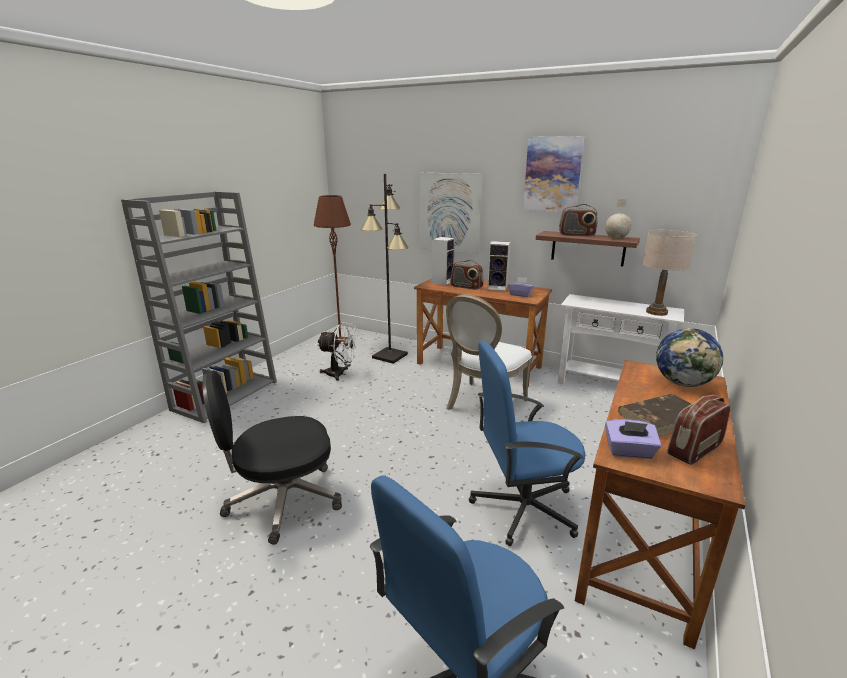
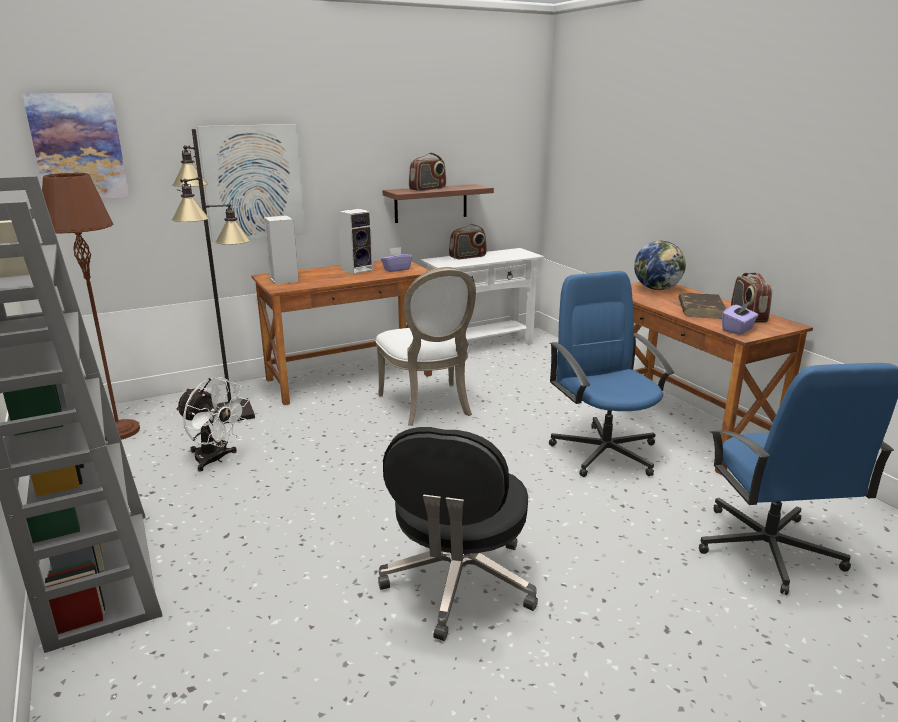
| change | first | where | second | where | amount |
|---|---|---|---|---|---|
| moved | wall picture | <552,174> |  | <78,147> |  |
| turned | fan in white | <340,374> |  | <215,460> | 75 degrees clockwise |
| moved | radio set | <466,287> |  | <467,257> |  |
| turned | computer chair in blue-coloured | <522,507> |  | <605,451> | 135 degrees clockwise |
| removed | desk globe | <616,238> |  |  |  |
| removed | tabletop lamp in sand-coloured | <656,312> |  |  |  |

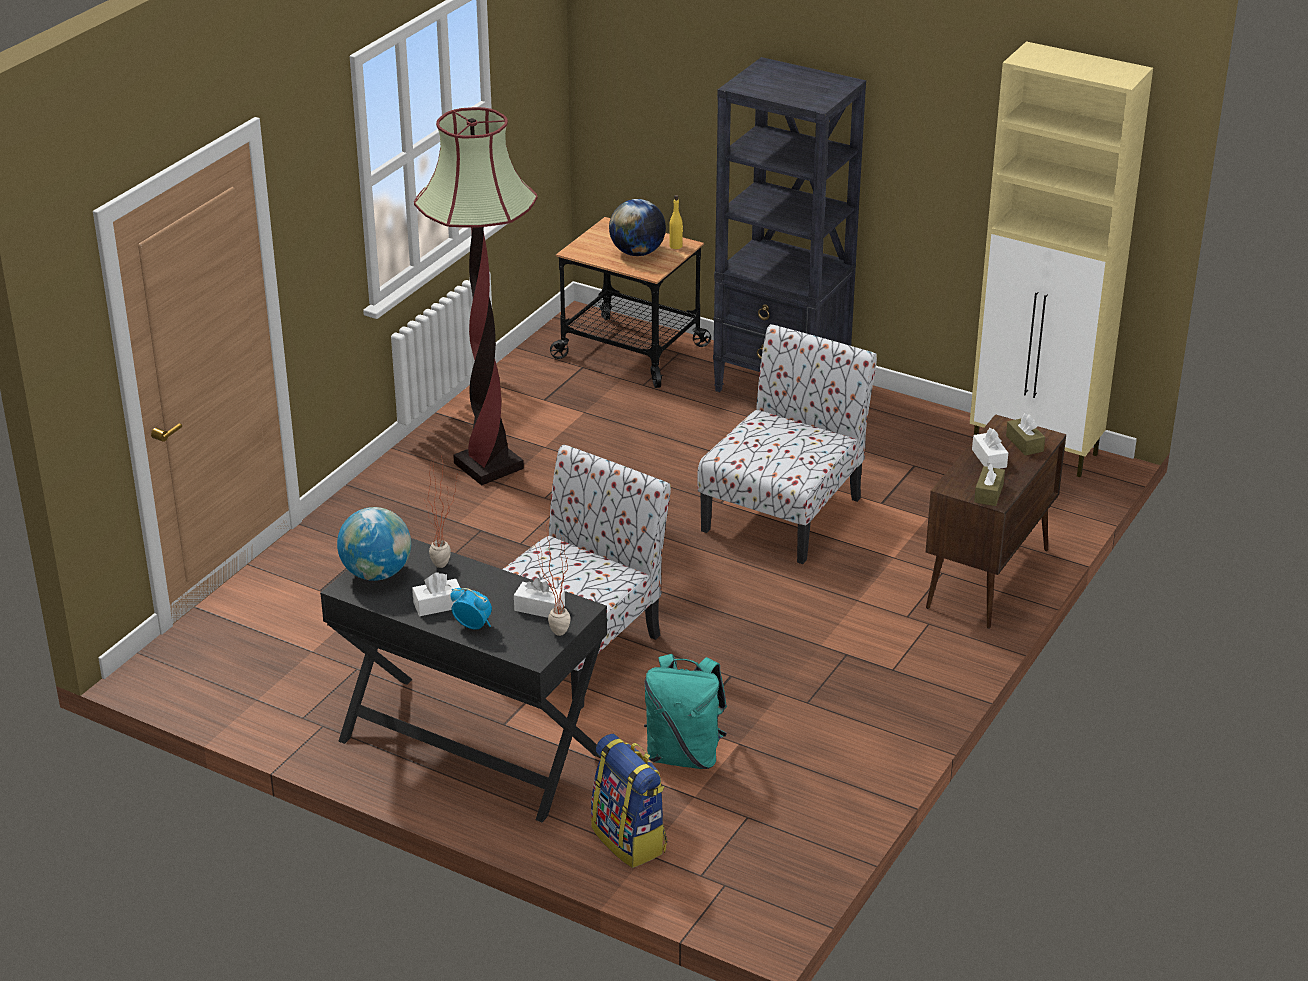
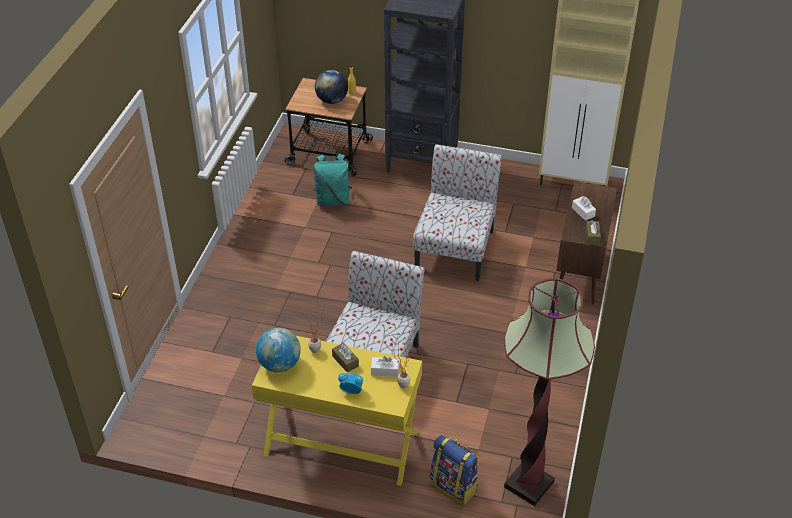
| change | first | where | second | where | amount |
|---|---|---|---|---|---|
| recoloured | desk table in blackish | <470,747> | desk table in yellow-coloured | <341,443> |  |
| moved | knapsack in blue-green | <684,754> |  | <333,200> |  |
| moved | box of tissues in brown-coloured | <1024,443> |  | <345,361> |  |
| moved | standard lamp | <488,466> |  | <528,484> |  |
| removed | box of tissues in white | <438,605> |  |  |  |

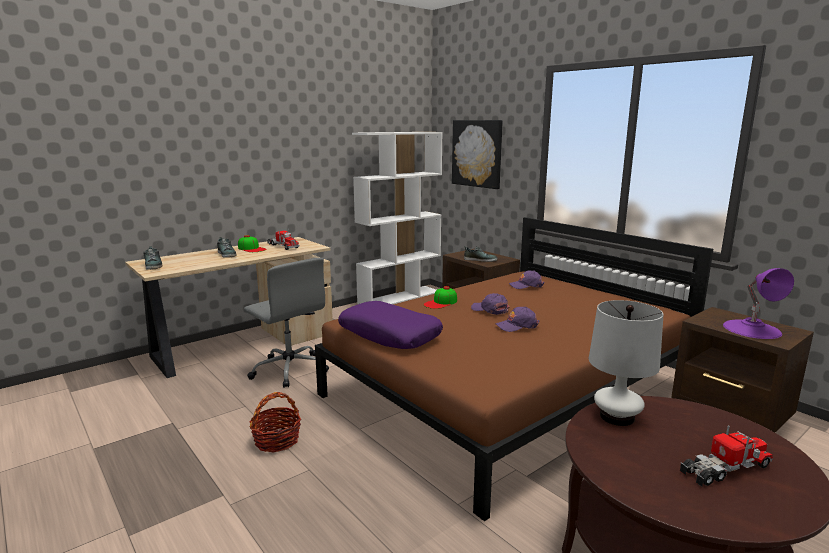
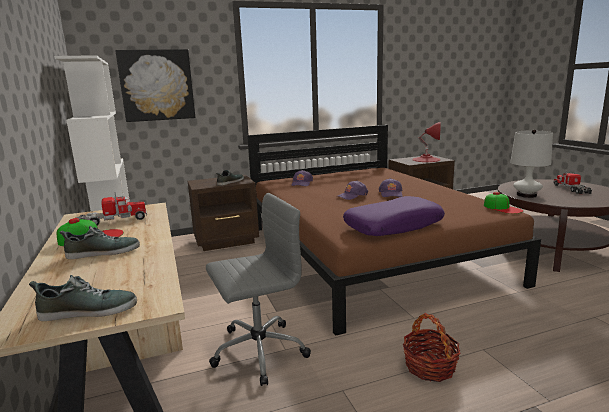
| change | first | where | second | where | amount |
|---|---|---|---|---|---|
| recoloured | tabletop lamp in purple | <752,329> | tabletop lamp in reddish | <426,159> |  |
| moved | baseball cap | <441,302> |  | <502,208> |  |

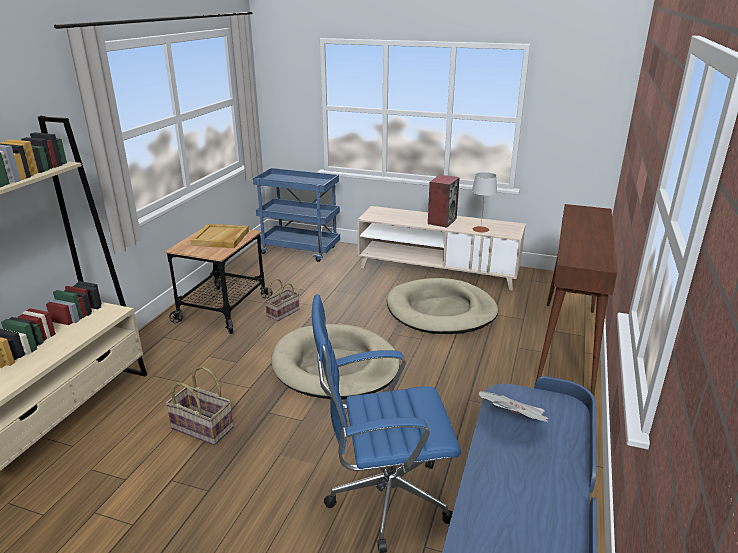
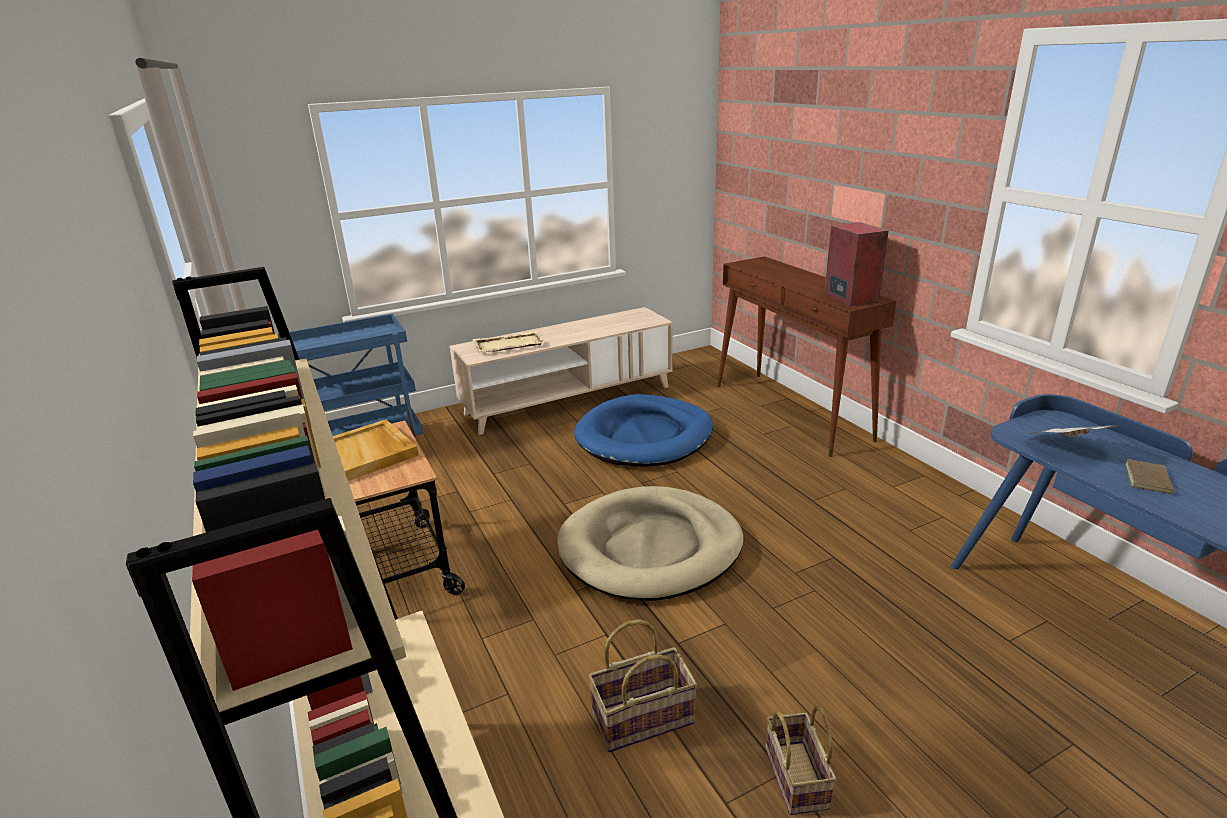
| change | first | where | second | where | amount |
|---|---|---|---|---|---|
| added |  |  | tray in sand-coloured | <508,344> |  |
| recoloured | dog bed in sand-coloured | <441,311> | dog bed in blue-coloured | <644,436> |  |
| moved | storage basket | <283,312> |  | <794,776> |  |
| moved | loudspeaker | <442,221> |  | <849,297> |  |
| added |  |  | book in brown-coloured | <1150,480> |  |
| removed | computer chair in blue-coloured | <383,499> |  |  |  |
| removed | tabletop lamp in grey | <480,229> |  |  |  |

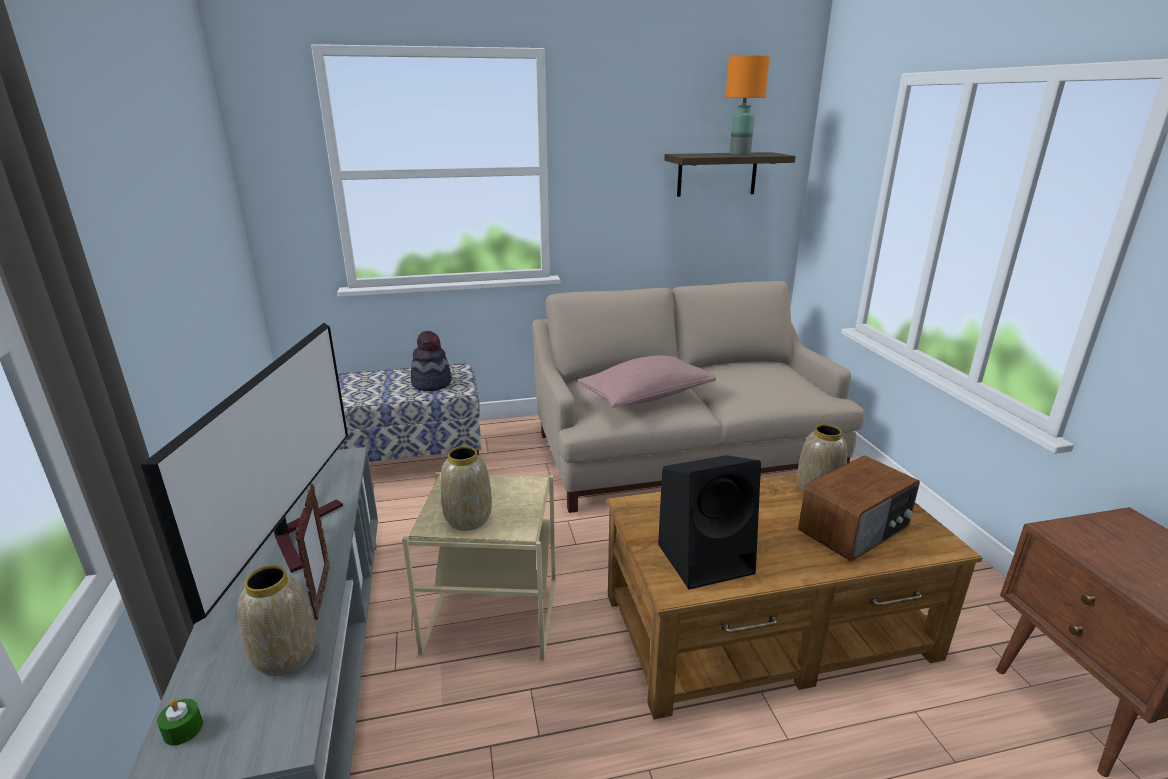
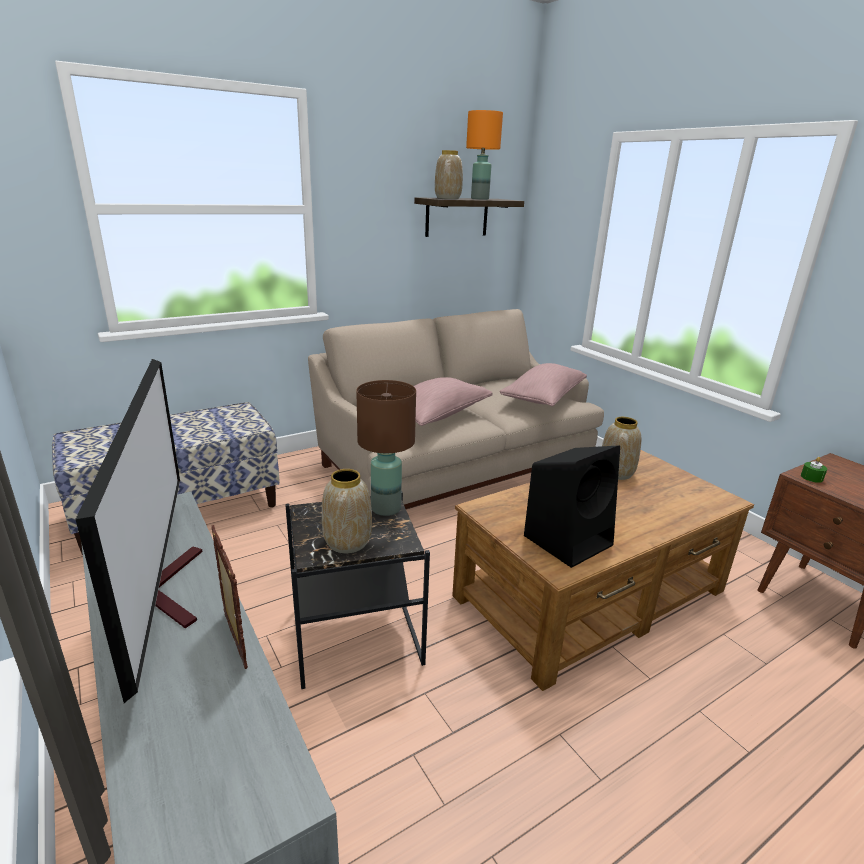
| change | first | where | second | where | amount |
|---|---|---|---|---|---|
| recoloured | side table in sand-coloured | <491,615> | side table in blackish | <354,636> |  |
| added |  |  | tabletop lamp in brown-coloured | <385,508> |  |
| moved | flower vase | <284,656> |  | <447,198> |  |
| added |  |  | cushion in pink-coloured | <543,398> |  |
| moved | wax candle in greenish | <183,729> |  | <811,477> |  |
| removed | wearable hat | <432,383> |  |  |  |
| removed | radio set | <855,529> |  |  |  |

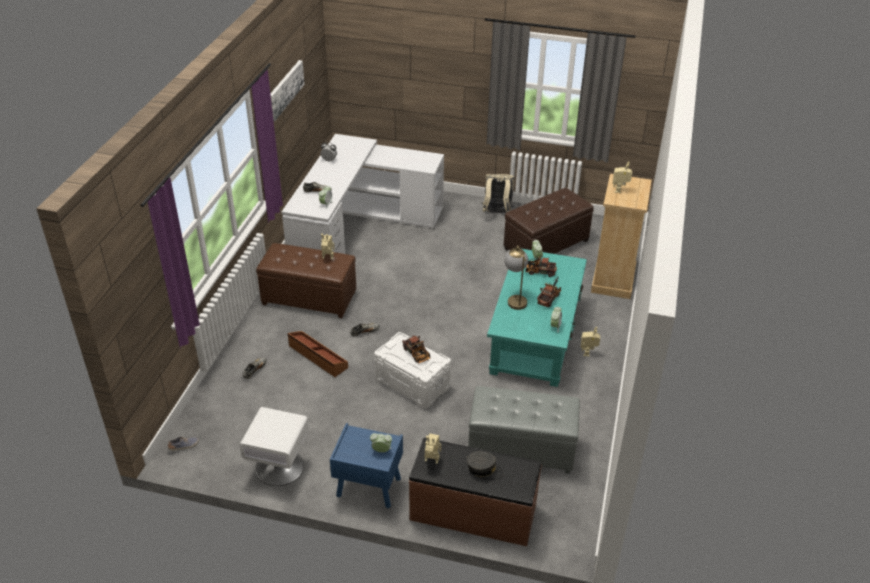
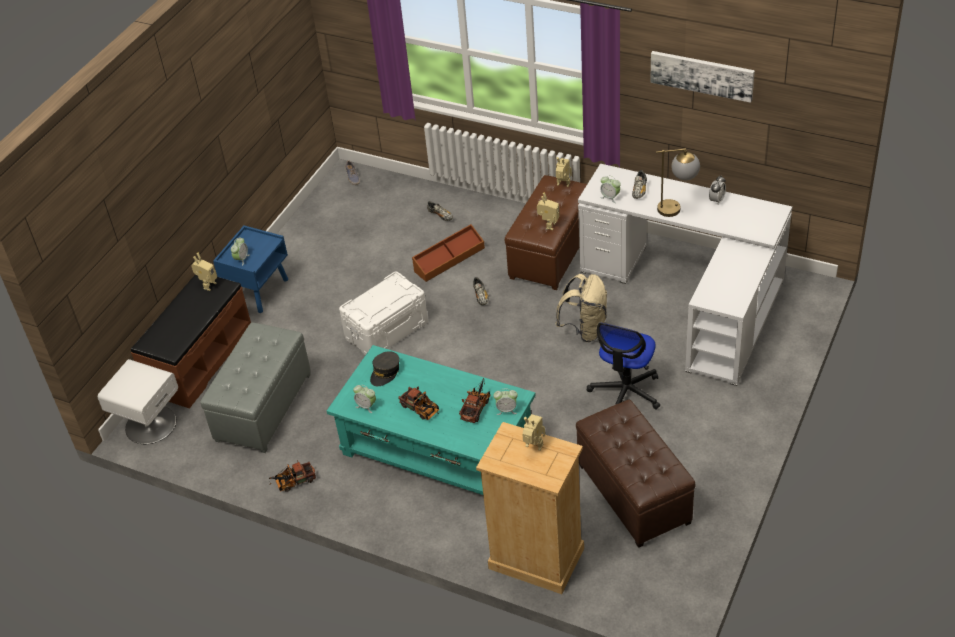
| change | first | where | second | where | amount |
|---|---|---|---|---|---|
| moved | bedside table in white | <279,467> |  | <150,424> |  |
| moved | toy lorry | <417,355> |  | <293,482> |  |
| moved | baseball cap in grey | <484,469> |  | <385,373> |  |
| moved | toy robot | <588,353> |  | <562,185> |  |
| moved | knapsack in sand-coloured | <496,213> |  | <585,329> |  |
| added |  |  | computer chair | <625,392> |  |
| moved | tabletop lamp | <514,299> |  | <677,208> |  |

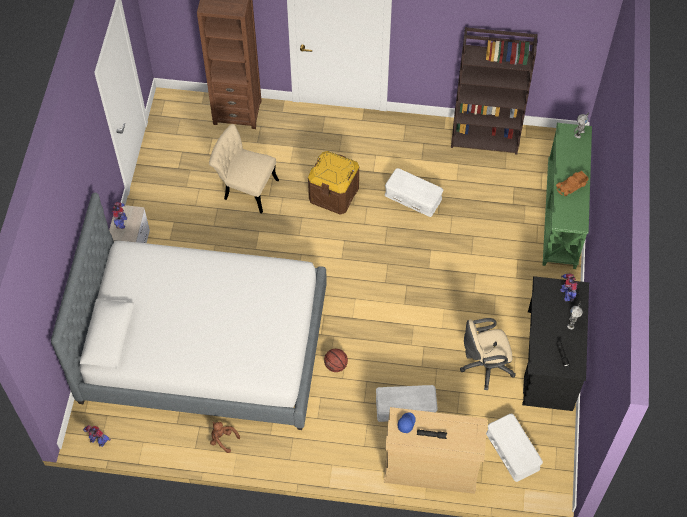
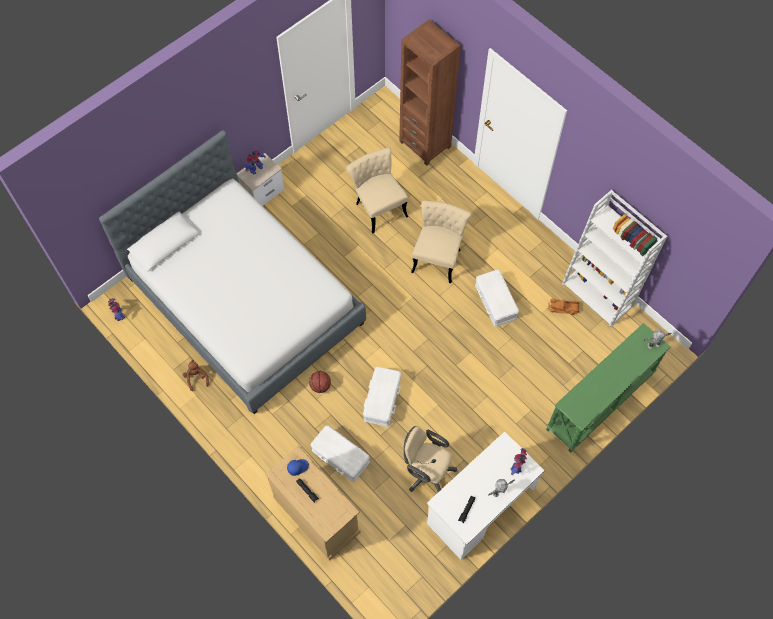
| change | first | where | second | where | amount |
|---|---|---|---|---|---|
| moved | storage box in white | <513,451> |  | <382,399> |  |
| replaced | storage box in brown-coloured | <334,194> | plain chair in sand-coloured | <438,256> |  |
| recoloured | desk table in blackish | <549,360> | desk table in white | <480,507> |  |
| moved | toy lorry | <572,186> |  | <563,308> |  |
| recoloured | bookshelf in brown-coloured | <485,136> | bookshelf in white | <598,294> |  |

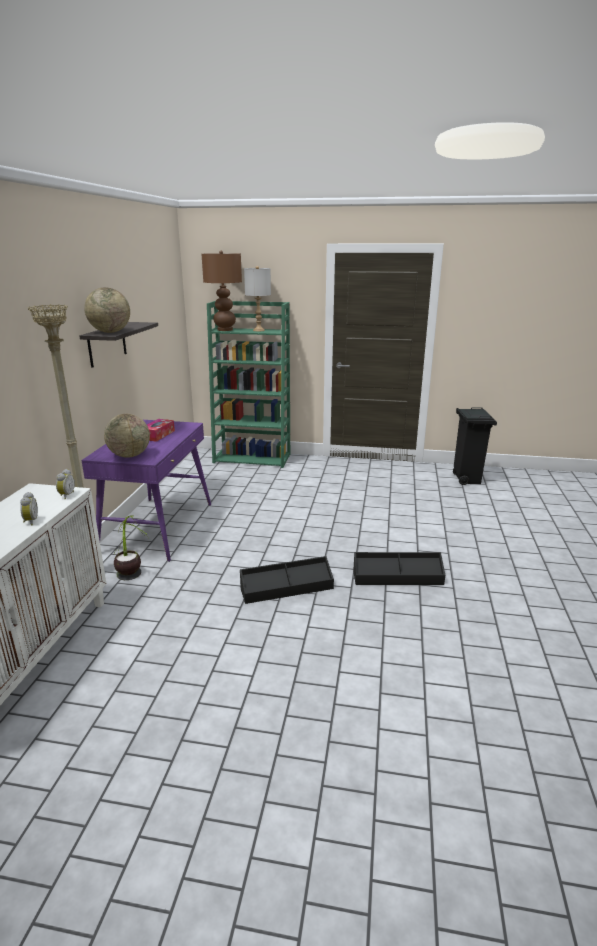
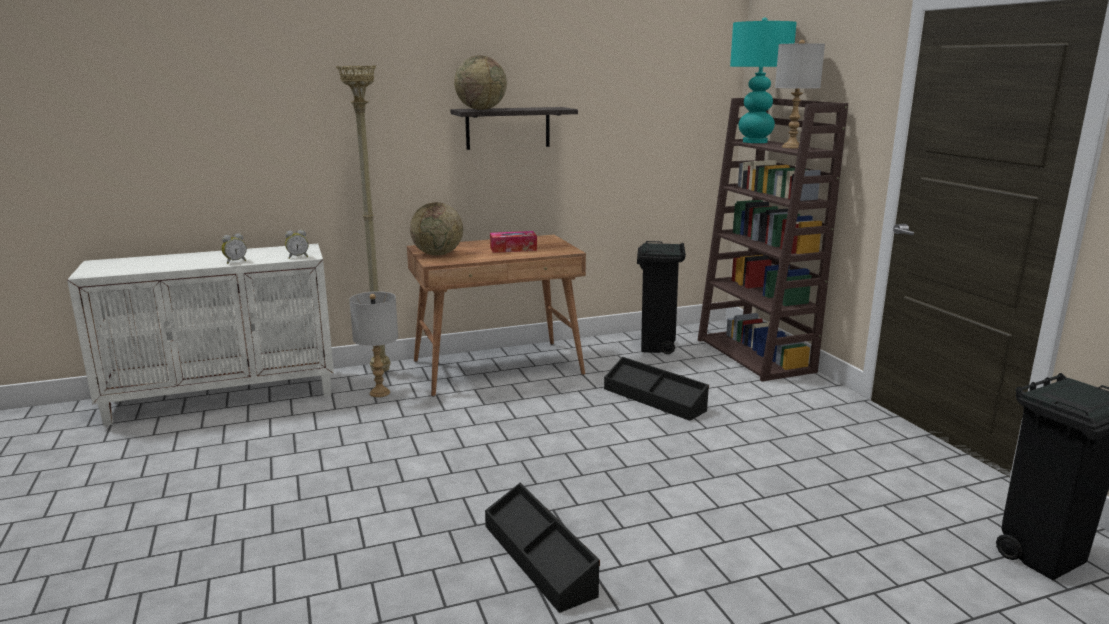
| change | first | where | second | where | amount |
|---|---|---|---|---|---|
| replaced | potted plant | <132,581> | tabletop lamp in grey | <380,393> |  |
| recoloured | desk table in purple | <158,527> | desk table in brown-coloured | <498,367> |  |
| moved | storage box in blackish | <286,588> |  | <654,399> |  |
| added |  |  | rubbish bin in blackish | <657,347> |  |
| recoloured | bookshelf in greenish | <253,458> | bookshelf in brown-coloured | <756,356> |  |
| recoloured | tabletop lamp in brown-coloured | <225,330> | tabletop lamp in blue-green | <755,142> |  |

